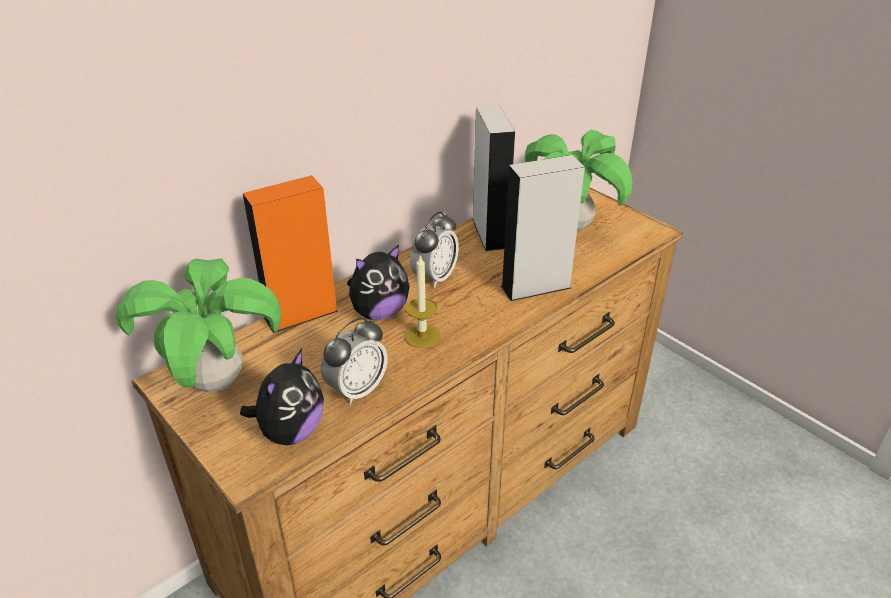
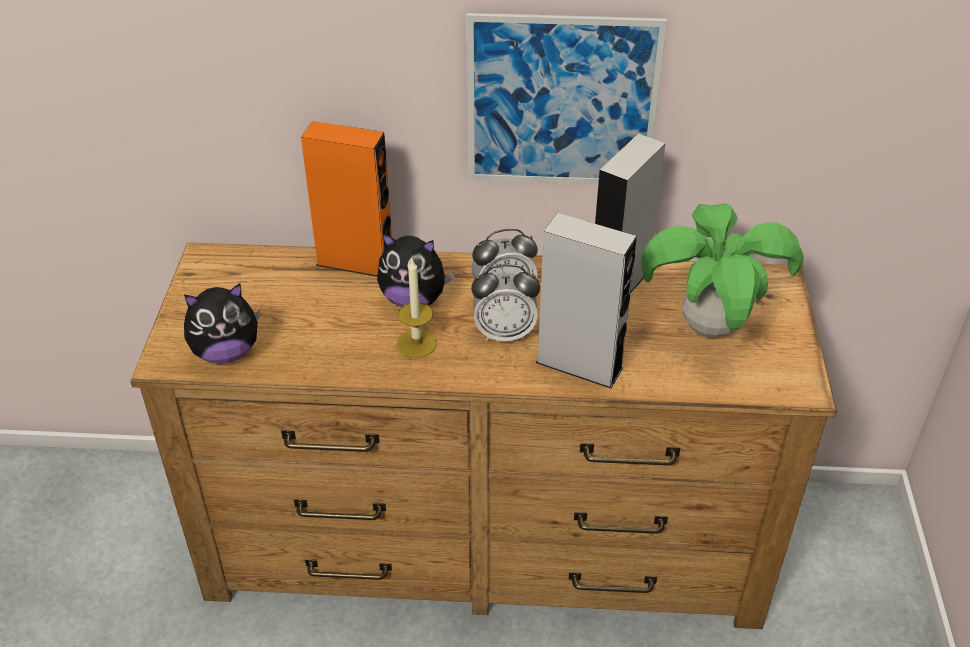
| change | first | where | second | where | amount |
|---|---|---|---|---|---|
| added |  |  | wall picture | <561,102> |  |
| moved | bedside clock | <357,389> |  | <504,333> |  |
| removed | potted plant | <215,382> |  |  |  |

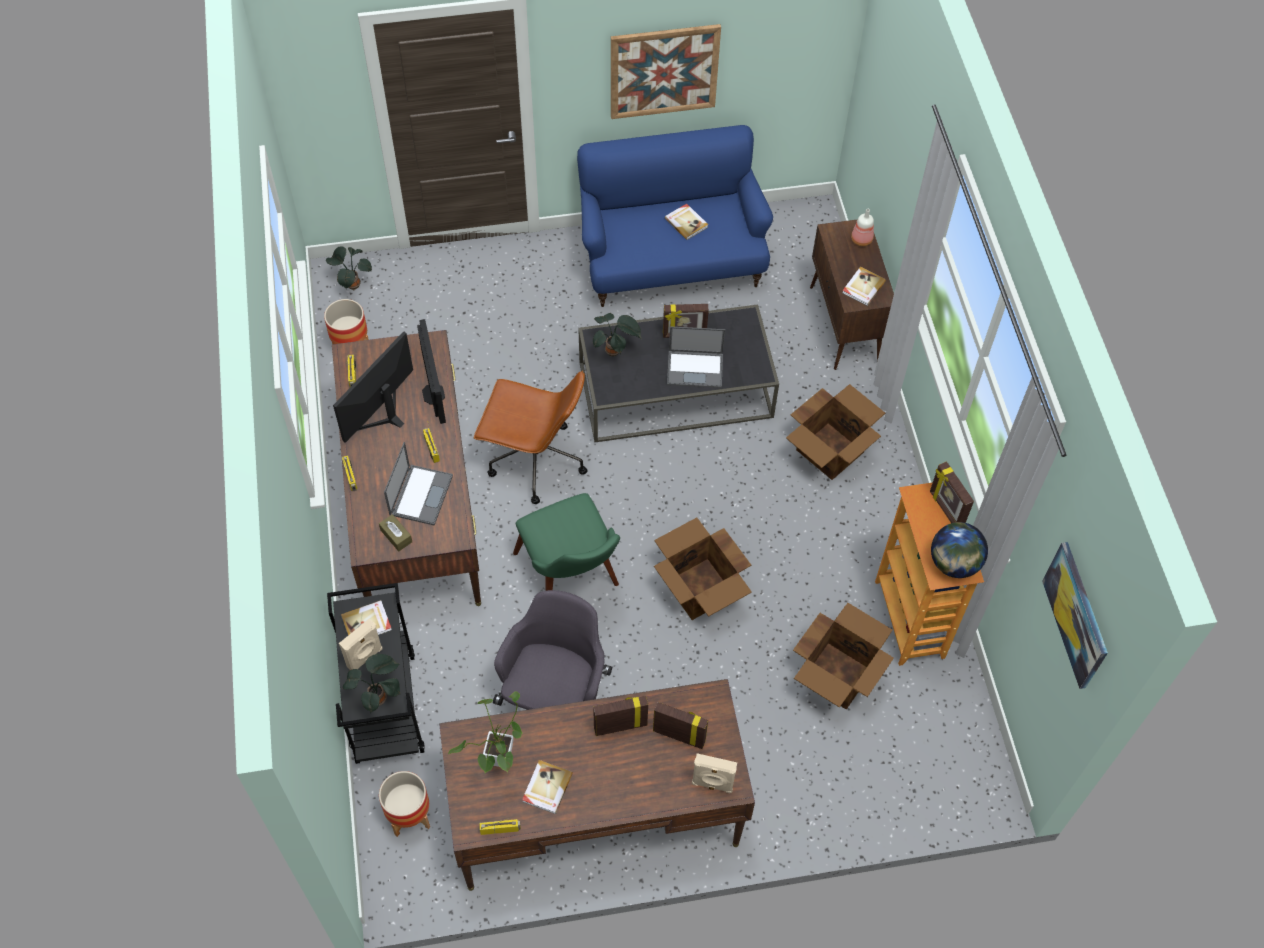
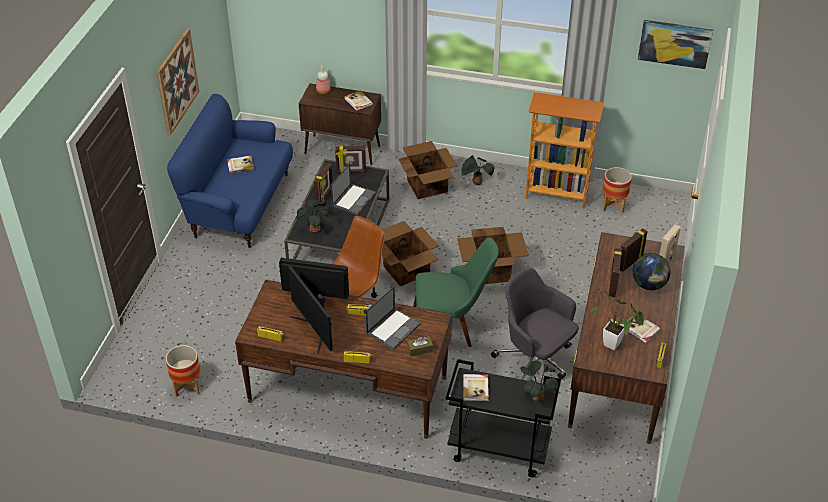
| change | first | where | second | where | amount |
|---|---|---|---|---|---|
| moved | standing frame | <945,509> |  | <351,171> |  |
| turned | laptop | <421,494> |  | <393,328> | 90 degrees clockwise |
| moved | cardboard box | <838,675> |  | <406,269> |  |
| moved | potted plant | <352,284> |  | <476,183> |  |
| moved | plant pot | <409,816> |  | <613,205> |  |
| moved | desk globe | <954,563> |  | <649,285> |  |
| removed | loudspeaker in sand-coloured | <365,658> |  |  |  |

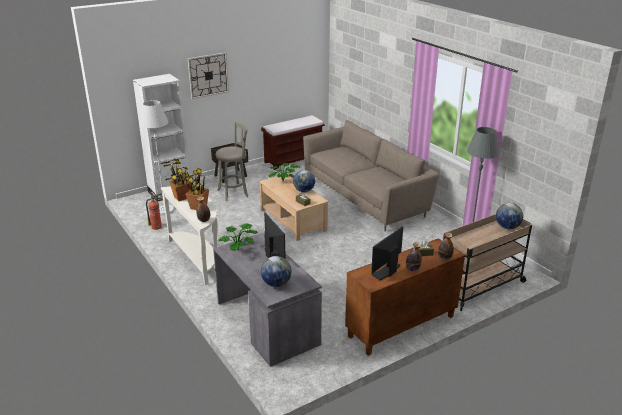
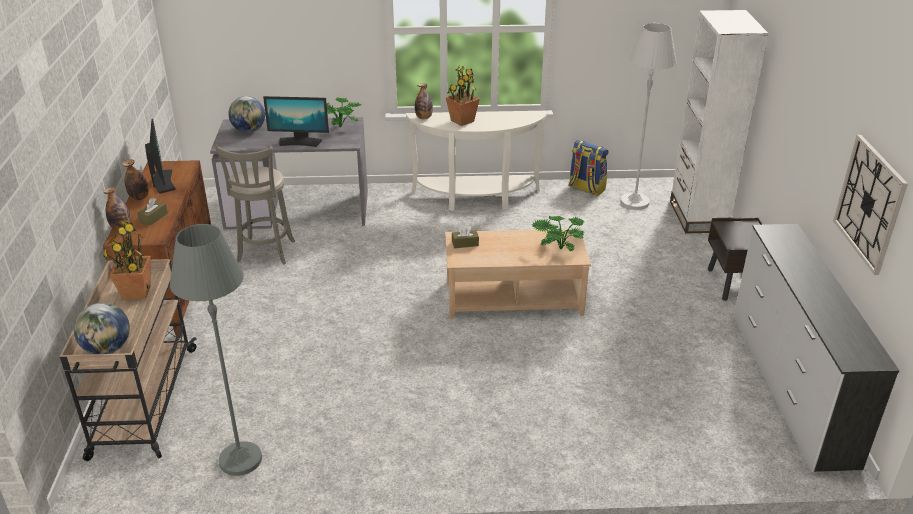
| change | first | where | second | where | amount |
|---|---|---|---|---|---|
| moved | potted plant | <182,197> |  | <136,293> |  |
| moved | stool in grey | <234,193> |  | <265,253> |  |
| replaced | fire-fighting cylinder | <157,227> | knapsack | <586,189> |  |
| replaced | long seat in brown-coloured | <294,159> | chest of drawers in white | <790,386> |  |
| moved | wall clock | <208,75> |  | <869,203> |  |
| removed | desk globe | <304,191> |  |  |  |
| removed | sofa in sand-coloured | <365,196> |  |  |  |

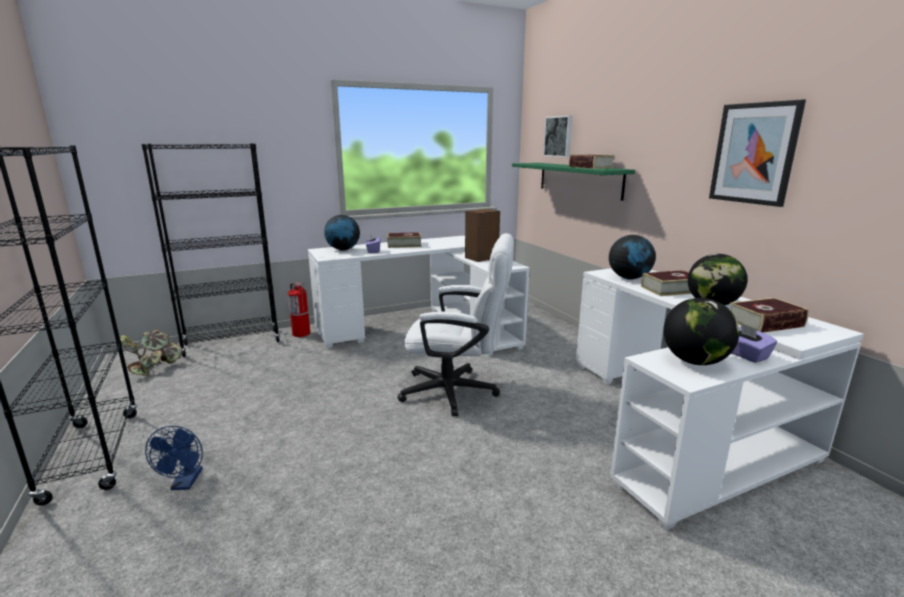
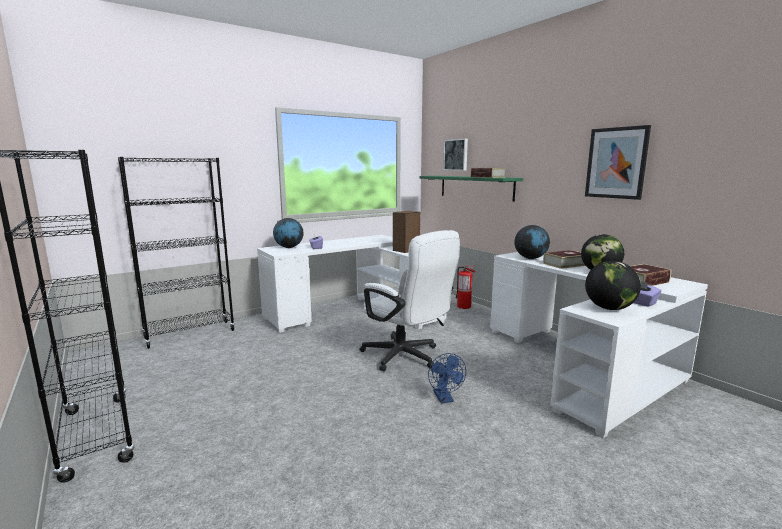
| change | first | where | second | where | amount |
|---|---|---|---|---|---|
| turned | computer chair in white | <458,392> |  | <406,357> | 45 degrees clockwise |
| moved | fan in blue-coloured | <185,483> |  | <445,399> |  |
| moved | fire-fighting cylinder | <301,334> |  | <464,306> |  |
| removed | potted plant | <154,367> |  |  |  |
| removed | book | <404,245> |  |  |  |

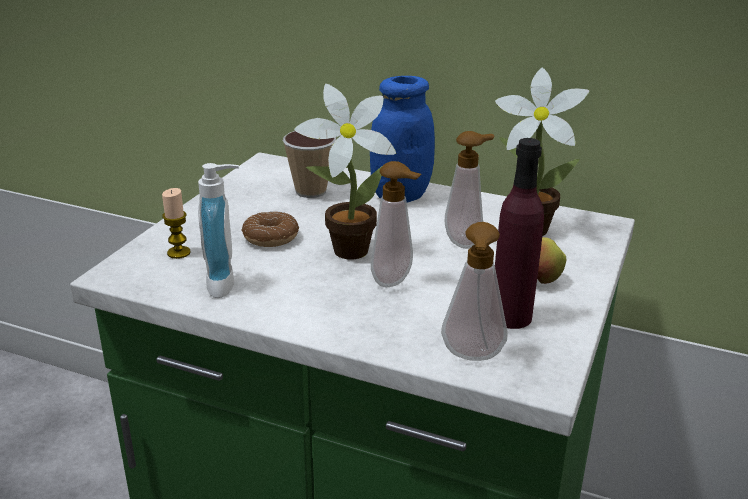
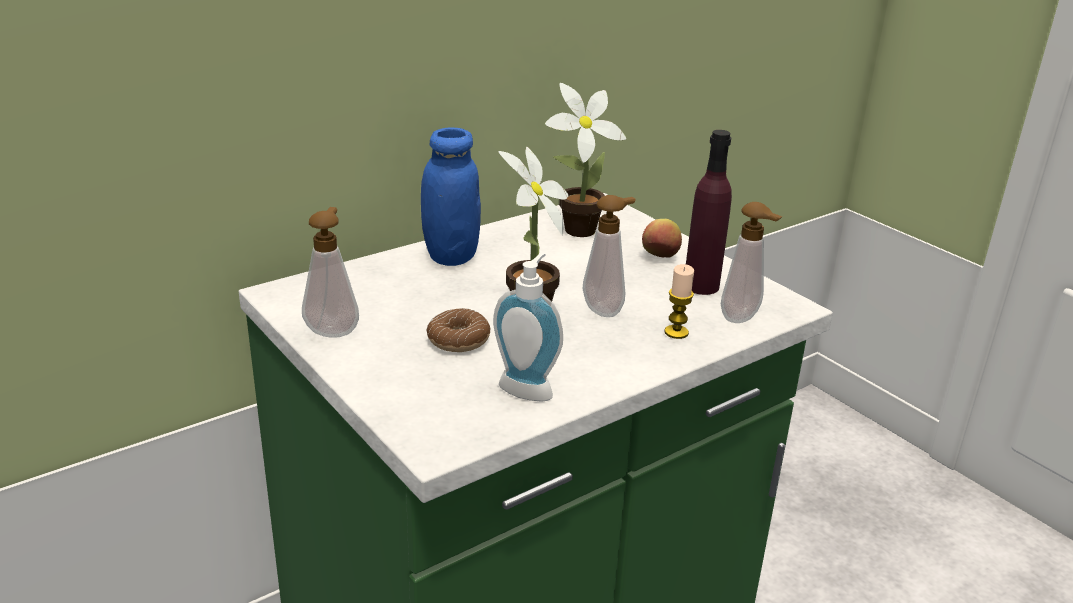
| change | first | where | second | where | amount |
|---|---|---|---|---|---|
| moved | soap bottle | <466,242> |  | <333,330> |  |
| moved | wax candle | <178,253> |  | <676,332> |  |
| removed | cup | <311,191> |  |  |  |

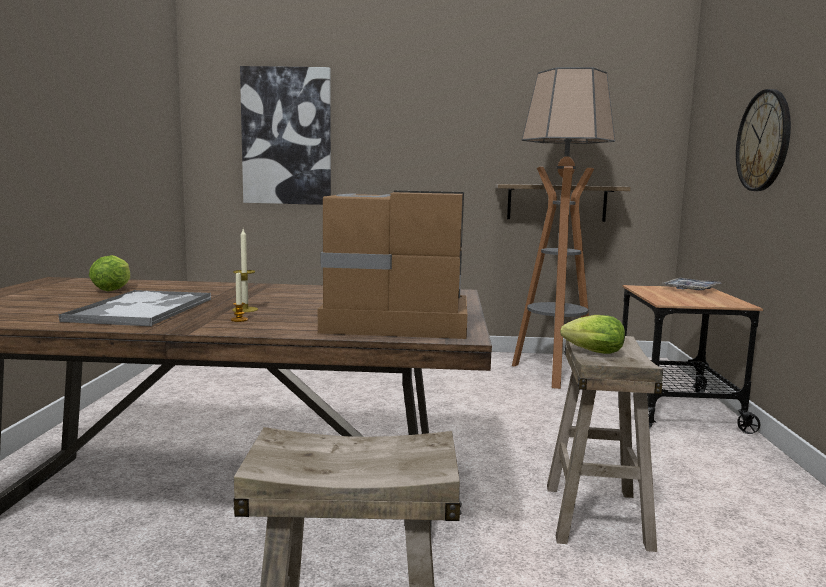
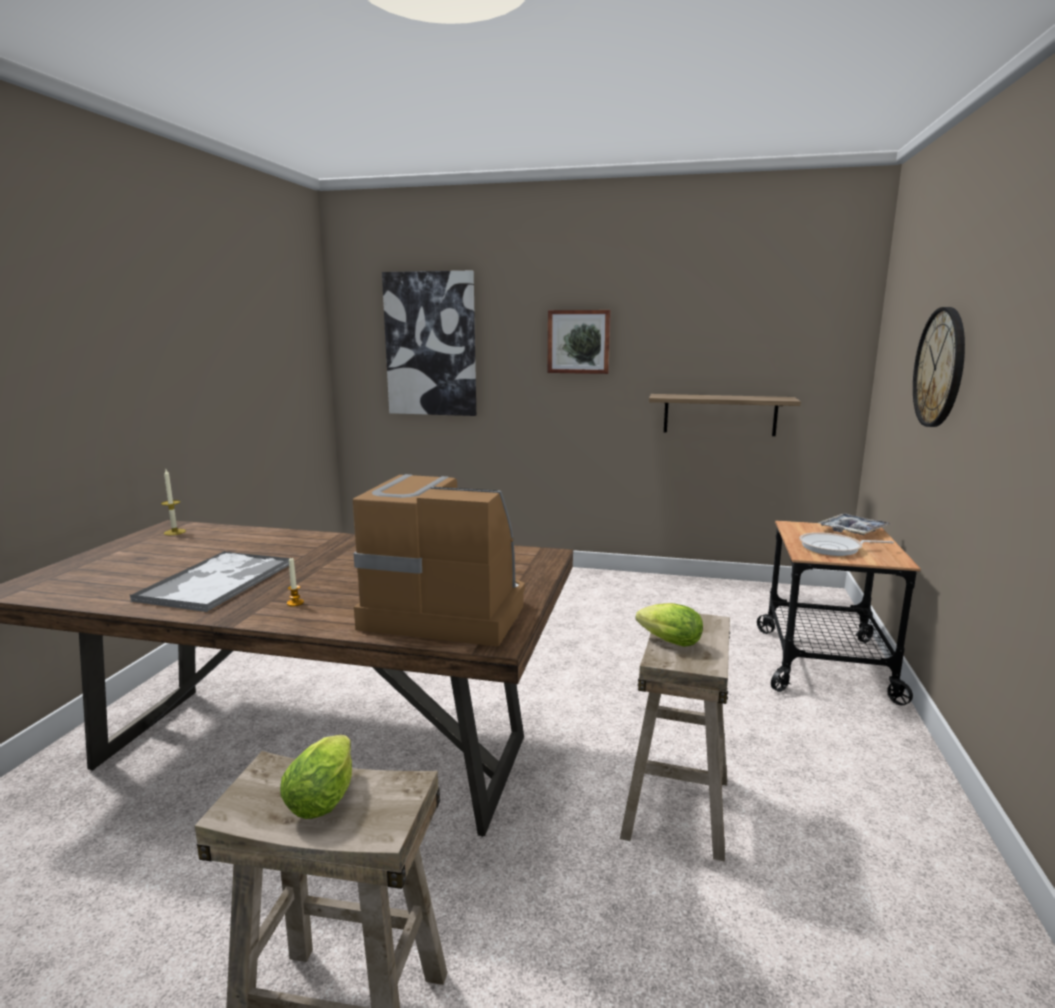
| change | first | where | second | where | amount |
|---|---|---|---|---|---|
| moved | wax candle | <245,309> |  | <174,532> |  |
| moved | lettuce head | <114,289> |  | <325,795> |  |
| added |  |  | wall picture | <579,341> |  |
| added |  |  | frying pan | <834,548> |  |
| removed | standard lamp | <553,374> |  |  |  |

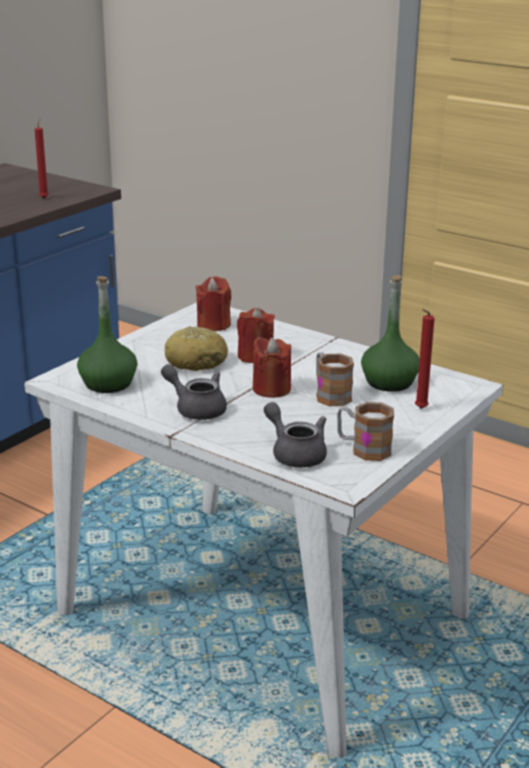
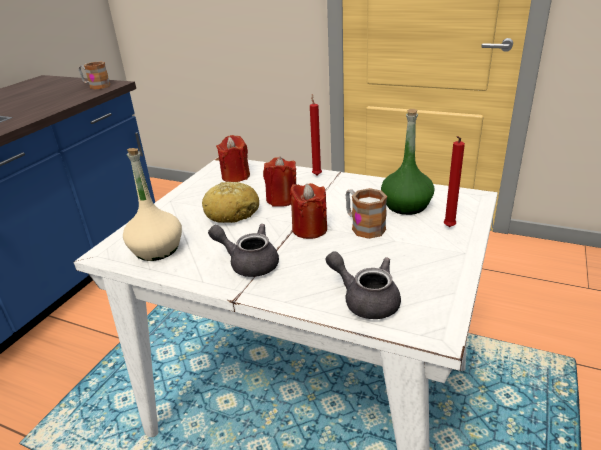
| change | first | where | second | where | amount |
|---|---|---|---|---|---|
| moved | coffee mug | <363,449> |  | <96,86> |  |
| recoloured | bottle in greenish | <108,383> | bottle in sand-coloured | <157,249> |  |
| moved | wax candle in reddish | <44,198> |  | <316,174> |  |

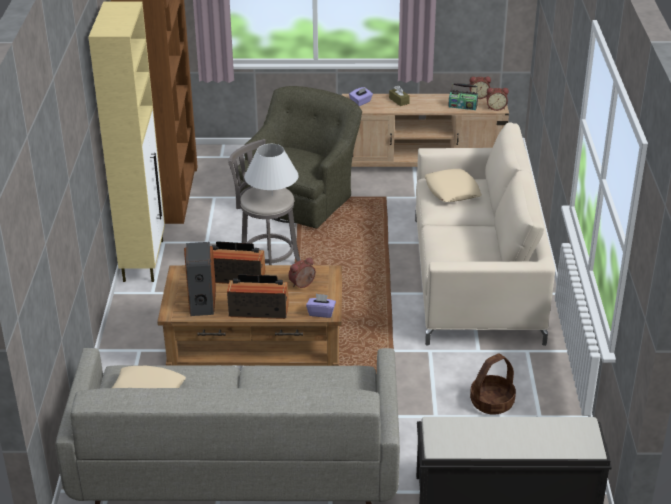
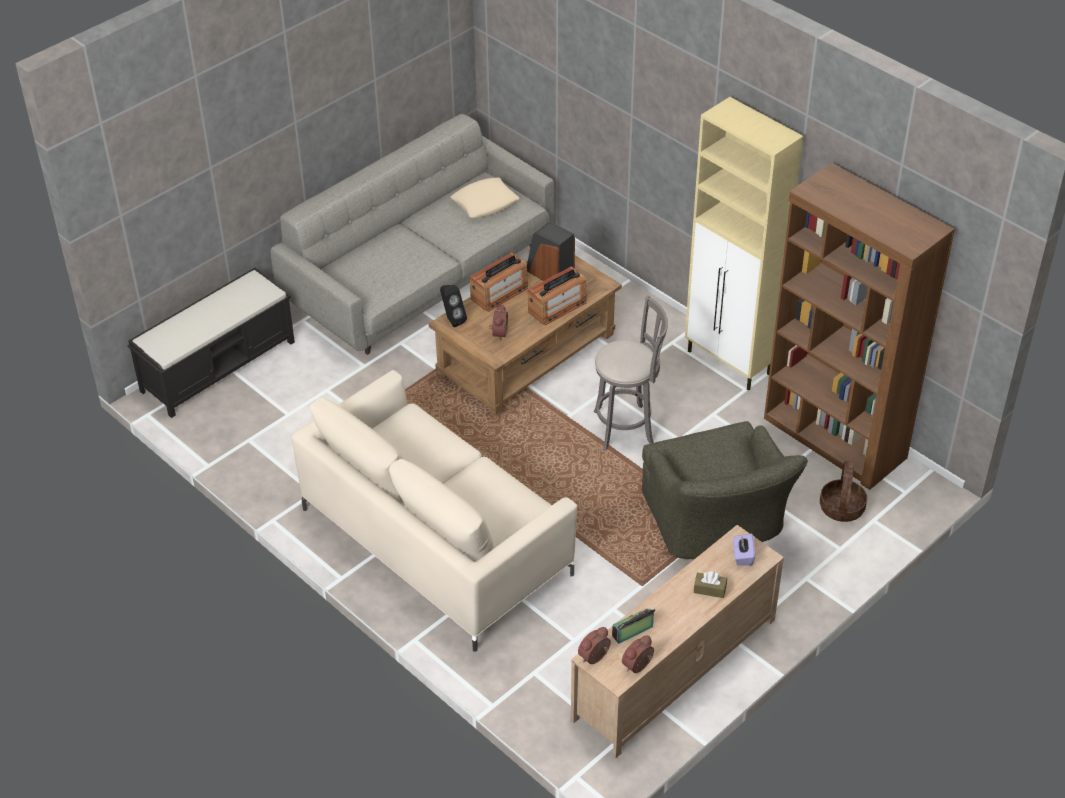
| change | first | where | second | where | amount |
|---|---|---|---|---|---|
| replaced | box of tissues in purple | <321,313> | loudspeaker in blackish | <452,320> |  |
| moved | storage basket | <492,402> |  | <841,507> |  |
| removed | tabletop lamp in white | <272,195> |  |  |  |
| removed | cushion in sand-coloured | <452,191> |  |  |  |

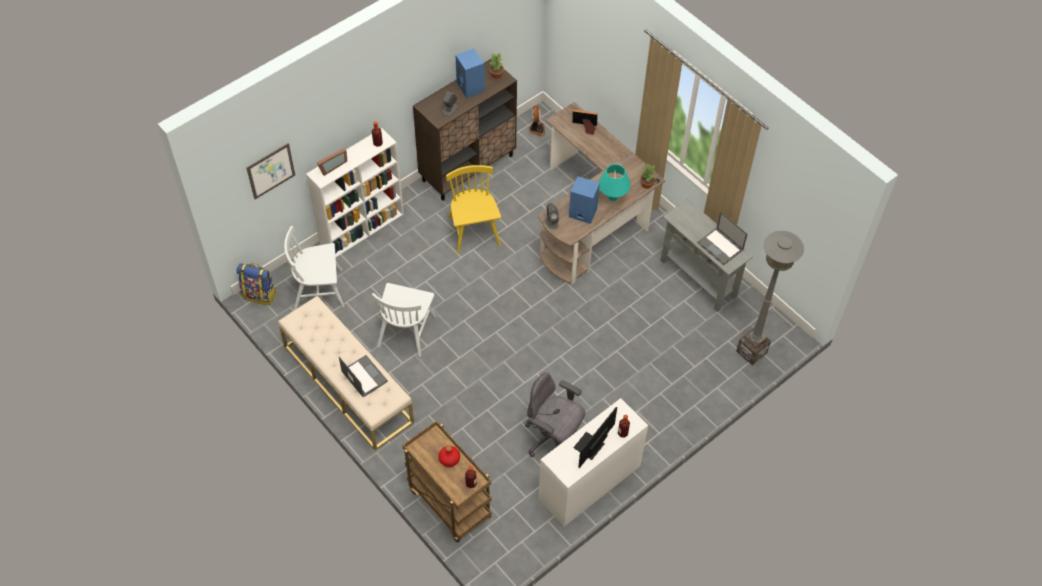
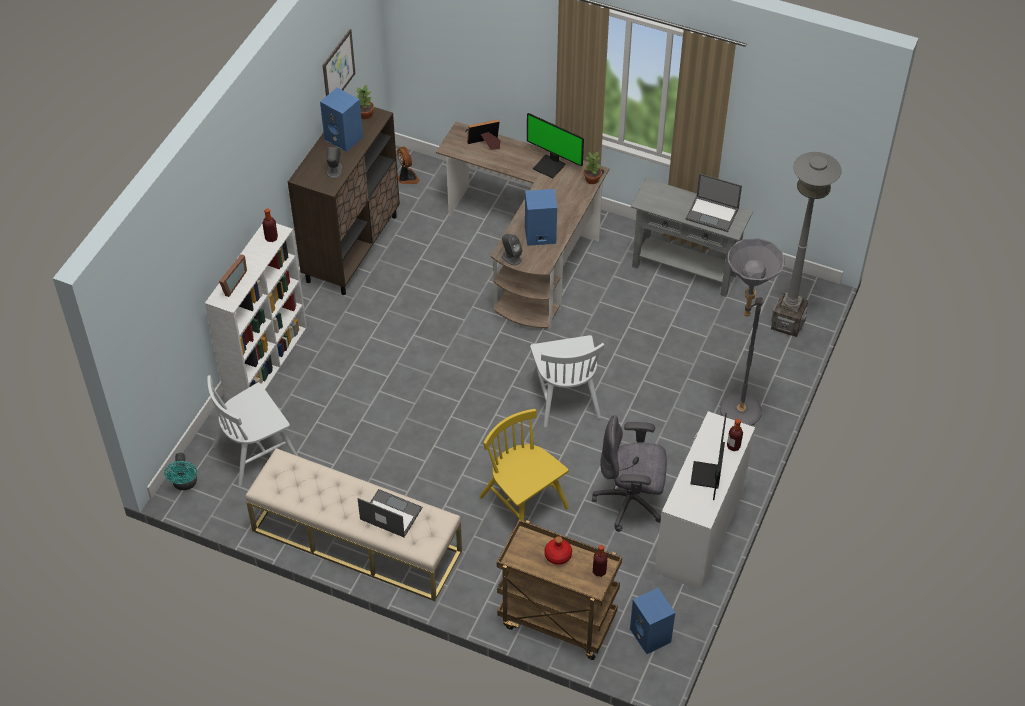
| change | first | where | second | where | amount |
|---|---|---|---|---|---|
| replaced | knapsack | <260,294> | fan in blue-green | <185,484> |  |
| moved | wall picture | <271,171> |  | <338,69> |  |
| moved | plain chair in yellow-coloured | <474,231> |  | <524,503> |  |
| added |  |  | computer display | <550,166> |  |
| moved | plain chair in white | <406,330> |  | <565,397> |  |
| added |  |  | loudspeaker in blue-coloured | <651,636> |  |
| added |  |  | standard lamp in grey | <733,415> |  |
| removed | tabletop lamp in blue-green | <612,197> |  |  |  |

